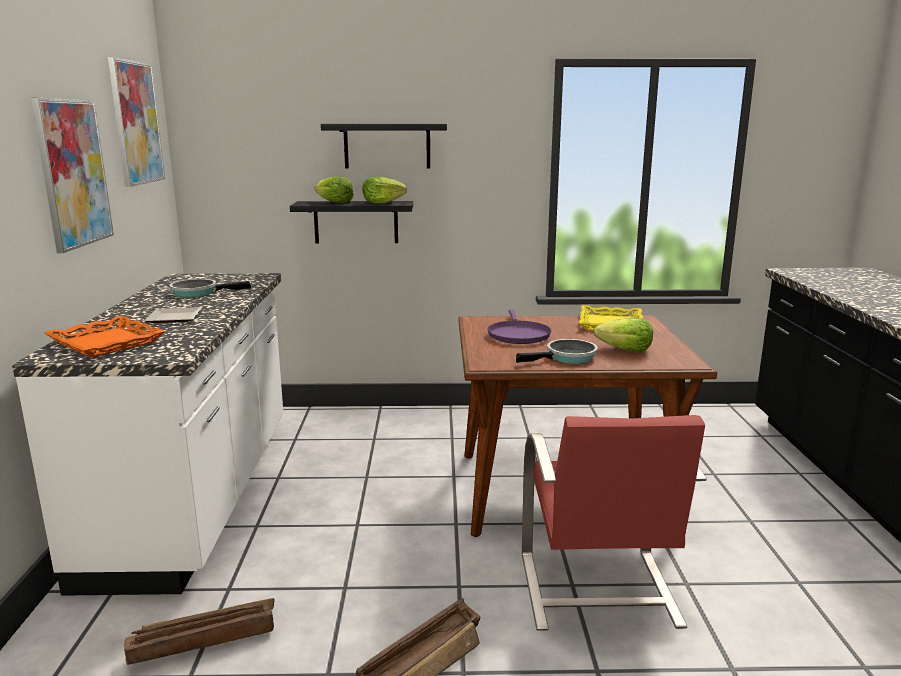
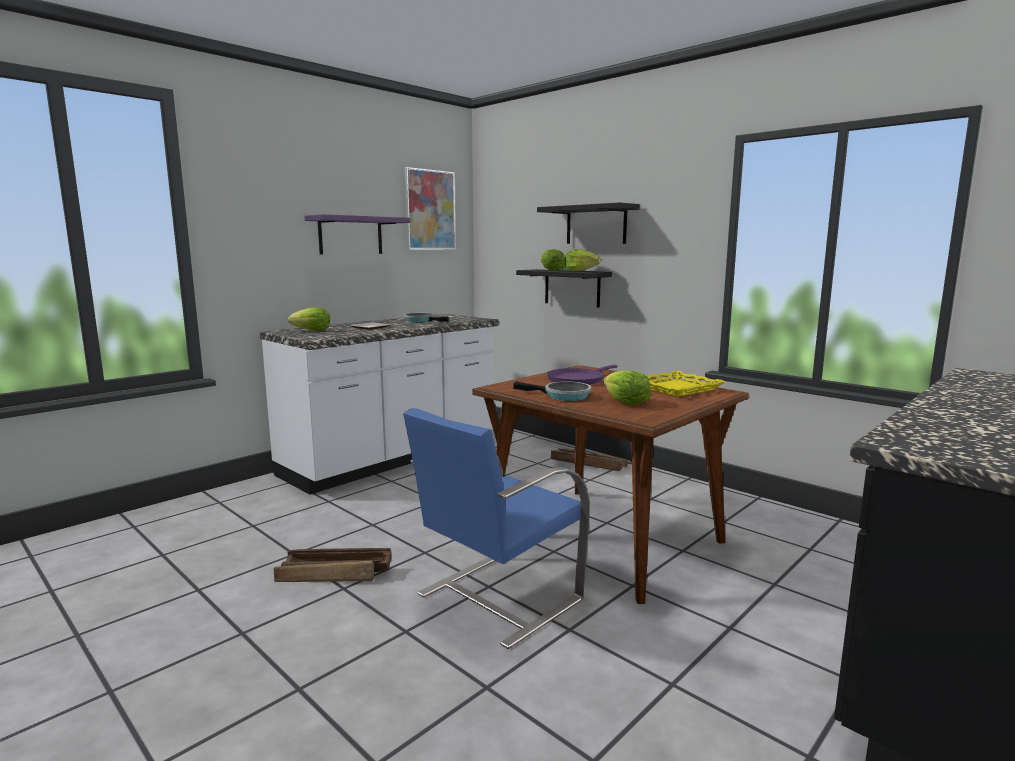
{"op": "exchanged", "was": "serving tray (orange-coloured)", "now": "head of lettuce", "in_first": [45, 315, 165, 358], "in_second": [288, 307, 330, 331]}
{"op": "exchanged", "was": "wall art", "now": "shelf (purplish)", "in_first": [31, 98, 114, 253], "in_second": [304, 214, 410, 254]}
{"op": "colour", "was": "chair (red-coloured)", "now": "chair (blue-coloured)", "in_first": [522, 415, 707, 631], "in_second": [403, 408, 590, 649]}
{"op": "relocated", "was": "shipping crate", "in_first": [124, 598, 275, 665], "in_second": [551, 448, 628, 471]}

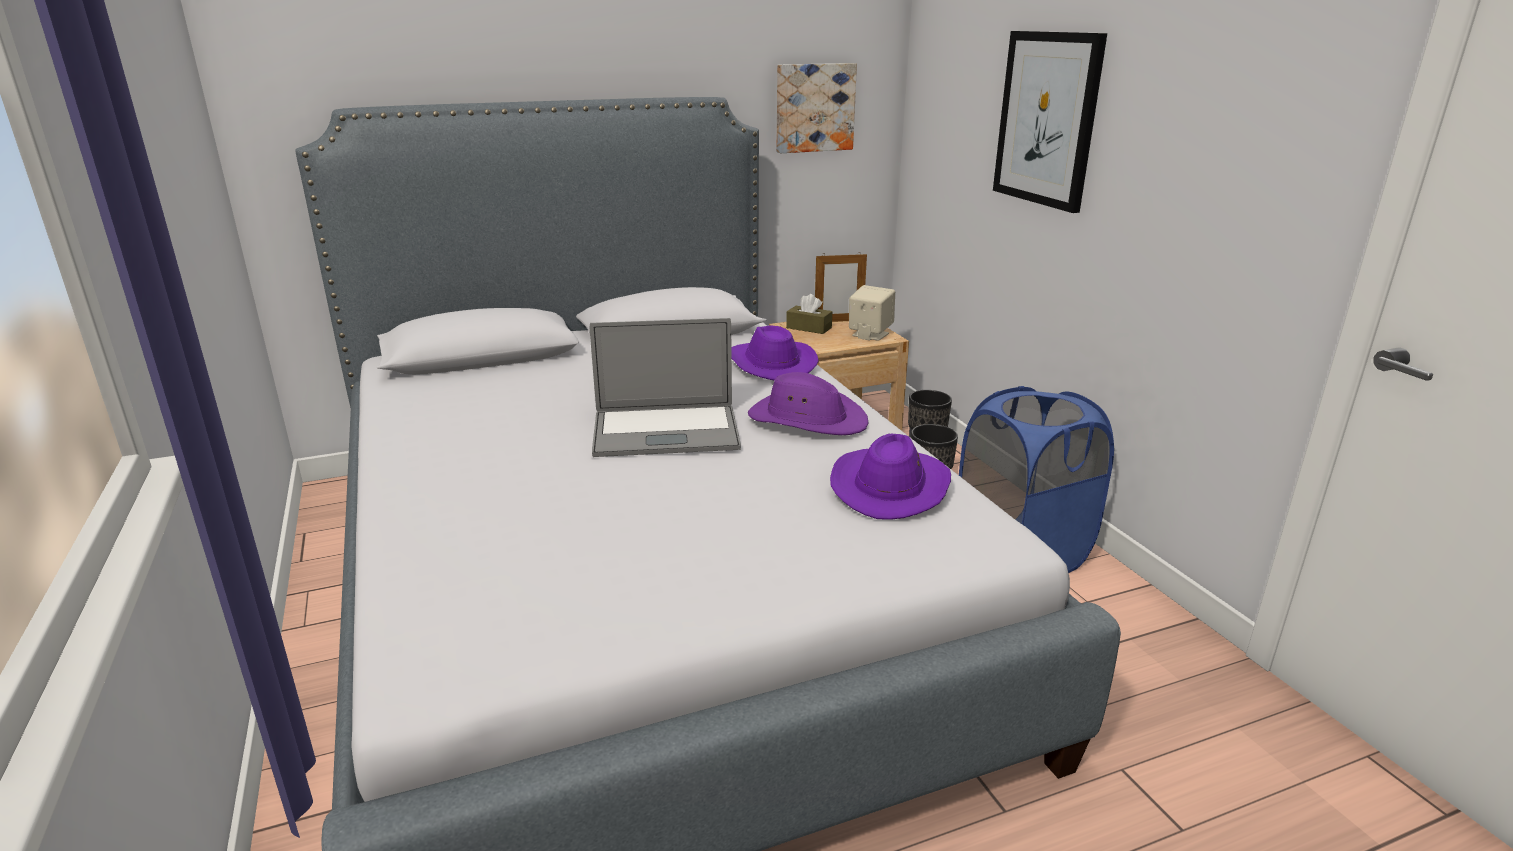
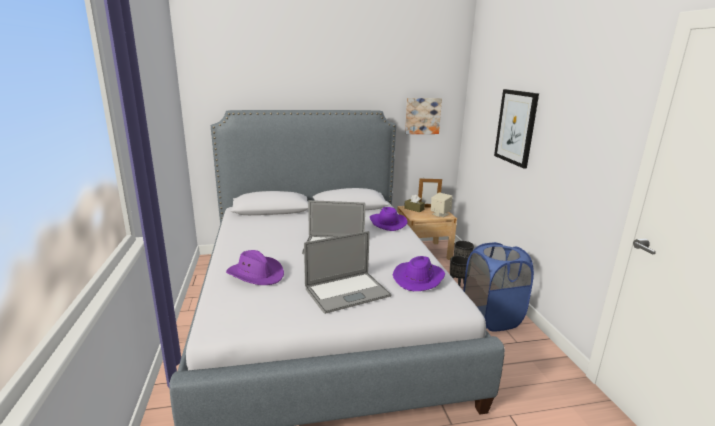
{"op": "relocated", "was": "hat (purplish)", "in_first": [748, 372, 868, 435], "in_second": [226, 250, 284, 285]}
{"op": "appeared", "now": "laptop", "in_second": [304, 231, 391, 314]}

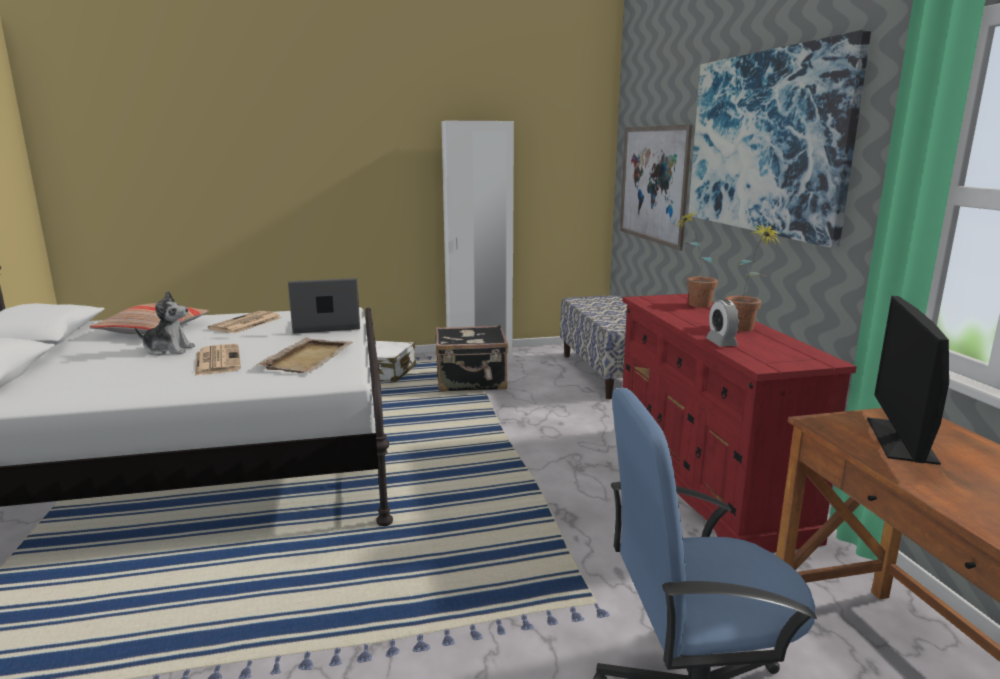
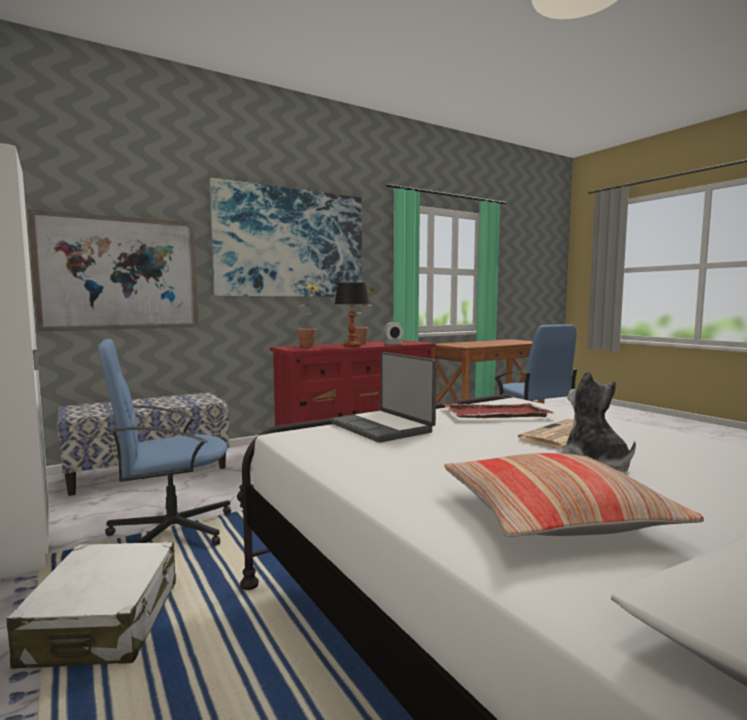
{"op": "exchanged", "was": "piece of luggage (black)", "now": "computer chair (blue-coloured)", "in_first": [436, 325, 508, 392], "in_second": [98, 339, 231, 546]}
{"op": "appeared", "now": "lamp for a table", "in_second": [335, 282, 369, 347]}
{"op": "colour", "was": "serving tray (beige-coloured)", "now": "serving tray (red-coloured)", "in_first": [256, 338, 353, 373], "in_second": [442, 403, 554, 418]}
{"op": "missing", "was": "newspaper", "in_first": [208, 311, 282, 333]}
{"op": "missing", "was": "monitor", "in_first": [867, 296, 949, 465]}

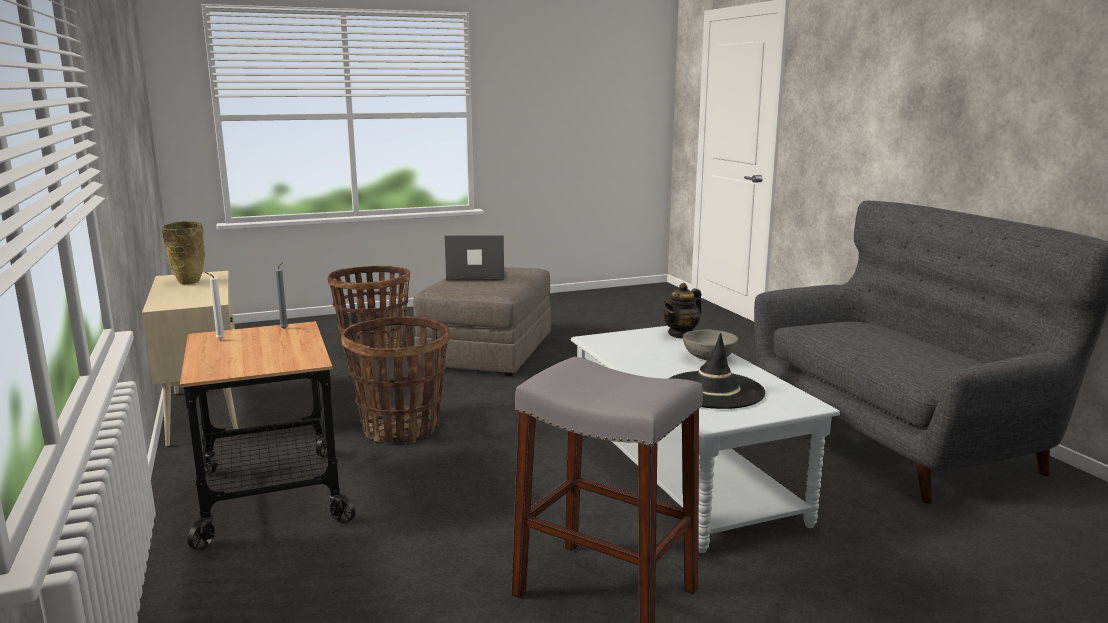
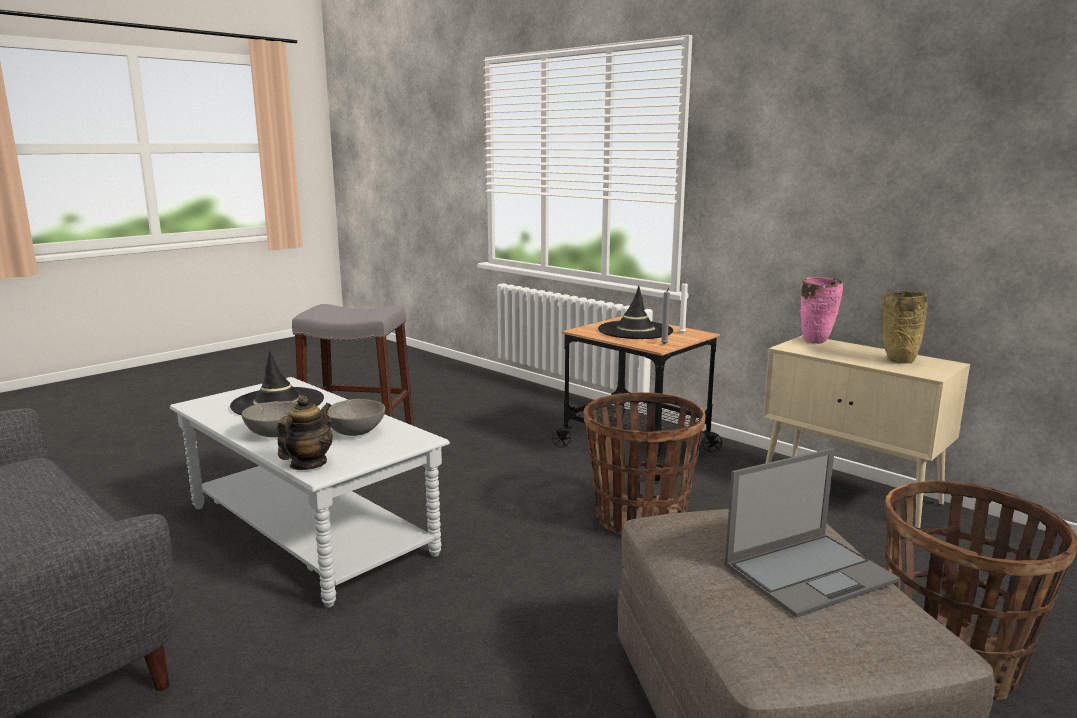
{"op": "appeared", "now": "serving bowl (grey)", "in_second": [327, 399, 385, 436]}
{"op": "appeared", "now": "hat (black)", "in_second": [598, 286, 673, 339]}
{"op": "appeared", "now": "flower vase (pink-coloured)", "in_second": [800, 276, 843, 344]}

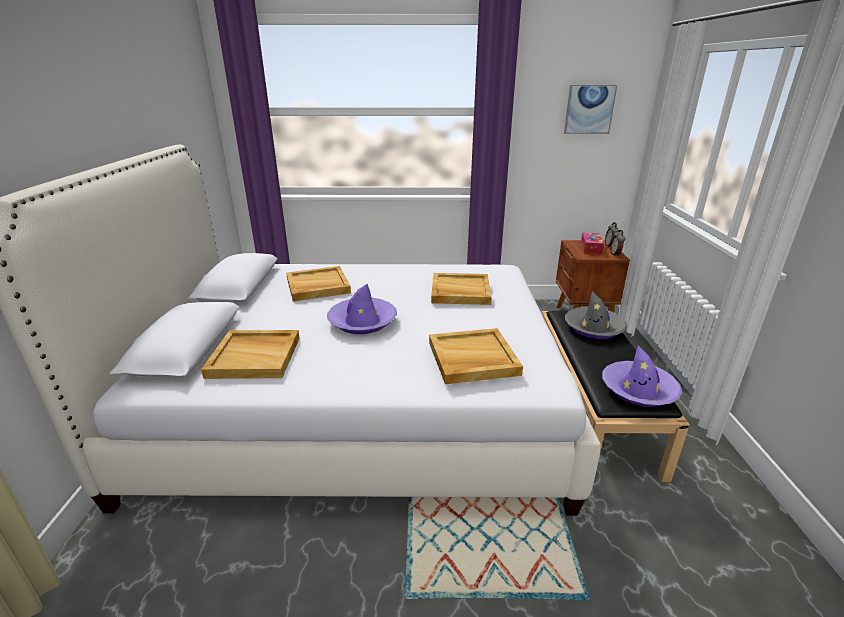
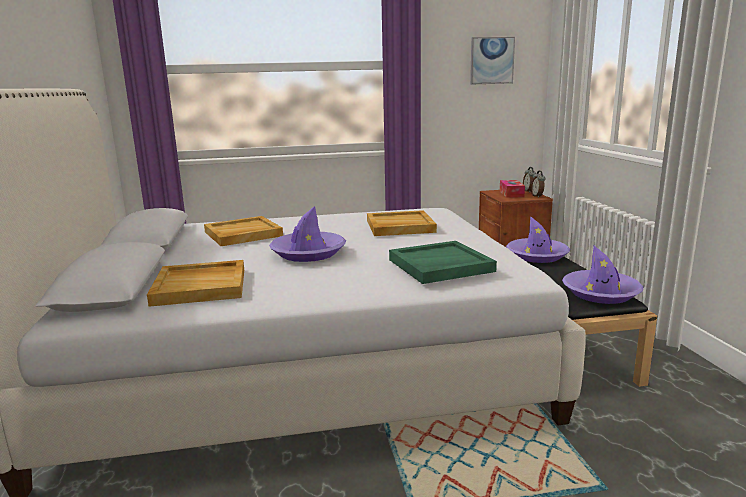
{"op": "colour", "was": "serving tray (beige-coloured)", "now": "serving tray (green-coloured)", "in_first": [429, 328, 523, 384], "in_second": [389, 241, 497, 284]}
{"op": "colour", "was": "hat (grey)", "now": "hat (purplish)", "in_first": [565, 291, 627, 339], "in_second": [506, 216, 570, 263]}

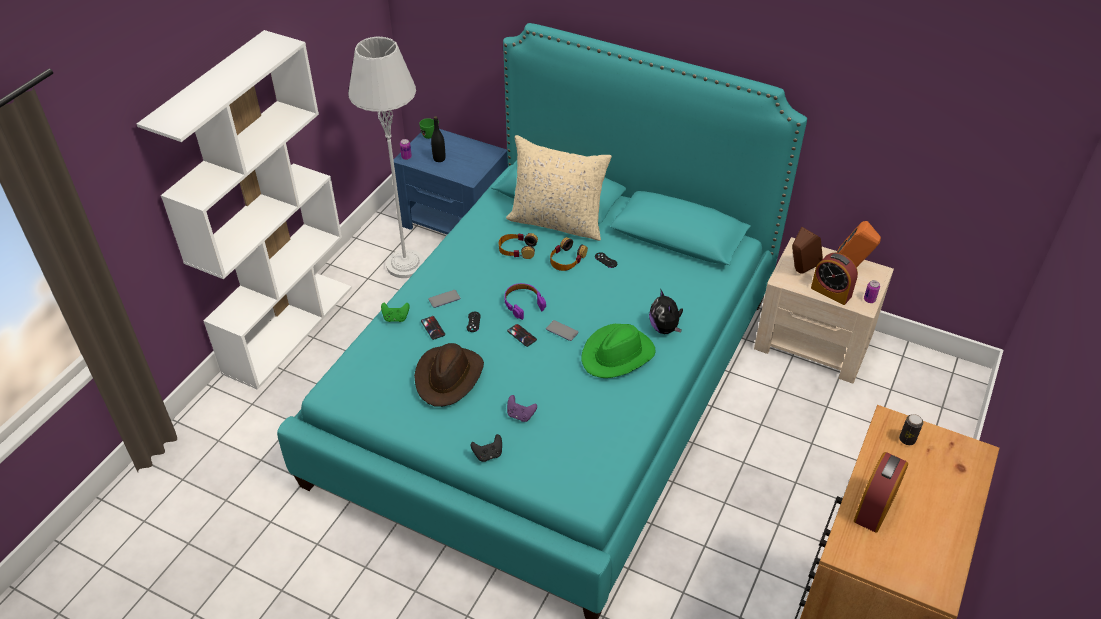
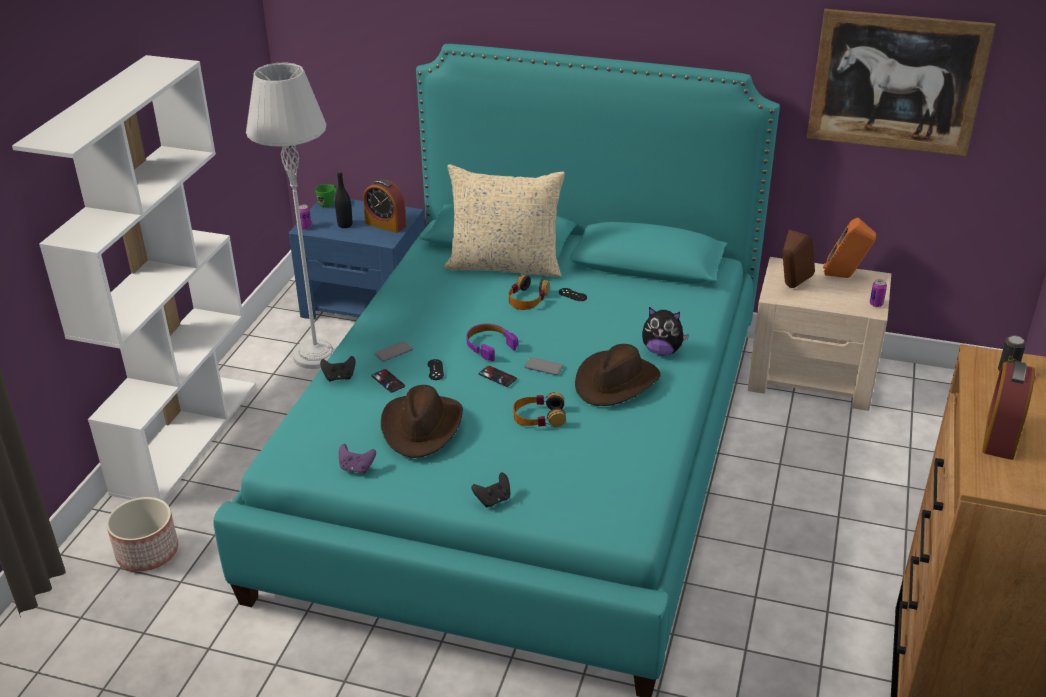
{"op": "appeared", "now": "plant pot", "in_second": [106, 497, 178, 571]}
{"op": "colour", "was": "gamepad (green-coloured)", "now": "gamepad (black)", "in_first": [381, 302, 410, 322], "in_second": [320, 356, 355, 382]}
{"op": "relocated", "was": "gamepad (purplish)", "in_first": [507, 395, 537, 422], "in_second": [339, 444, 376, 474]}
{"op": "relocated", "was": "table clock", "in_first": [811, 253, 858, 305], "in_second": [363, 179, 406, 233]}
{"op": "relocated", "was": "headphones", "in_first": [499, 233, 538, 259], "in_second": [513, 392, 566, 427]}
{"op": "colour", "was": "hat (green-coloured)", "now": "hat (brown-coloured)", "in_first": [581, 324, 656, 378], "in_second": [575, 344, 660, 406]}
{"op": "spun", "was": "cuddly toy", "in_first": [649, 288, 683, 334], "in_second": [642, 307, 689, 355], "clockwise": -45}
{"op": "appeared", "now": "wall art", "in_second": [807, 9, 996, 156]}

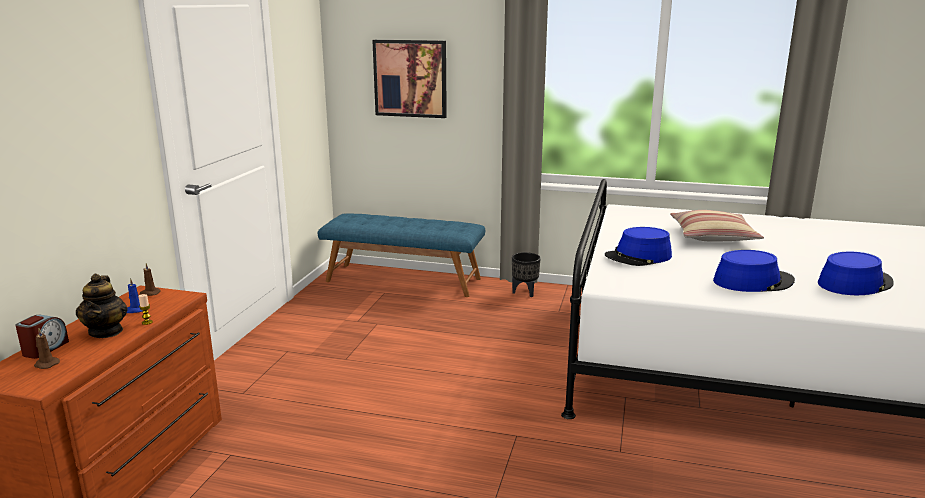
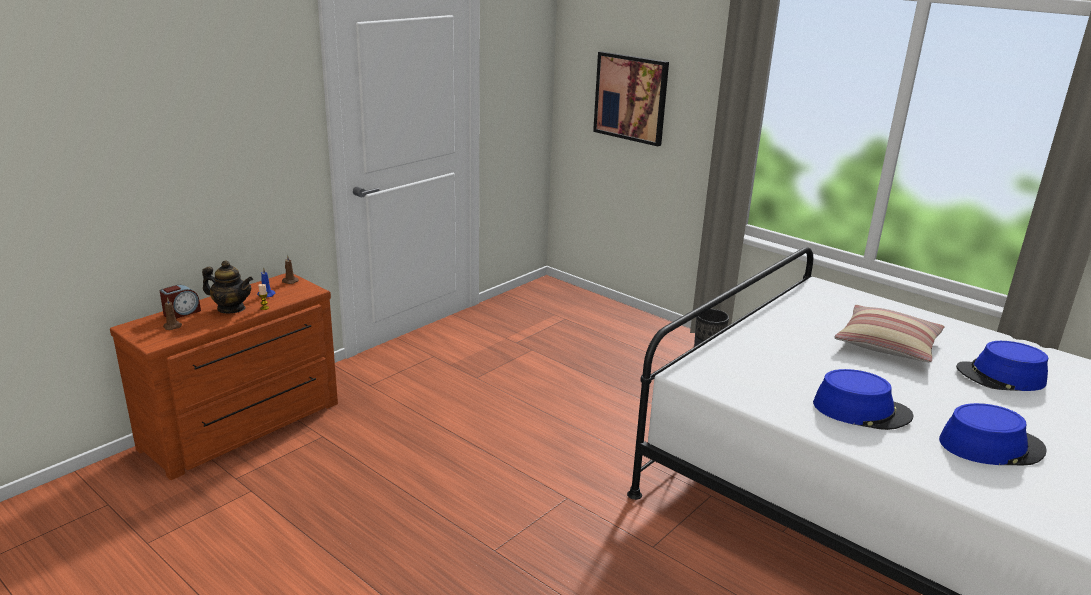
{"op": "spun", "was": "pot for tea", "in_first": [76, 274, 128, 338], "in_second": [202, 260, 253, 313], "clockwise": -90}
{"op": "relocated", "was": "hat (blue-coloured)", "in_first": [605, 227, 672, 266], "in_second": [956, 341, 1048, 391]}
{"op": "missing", "was": "bench (blue-coloured)", "in_first": [318, 213, 485, 297]}

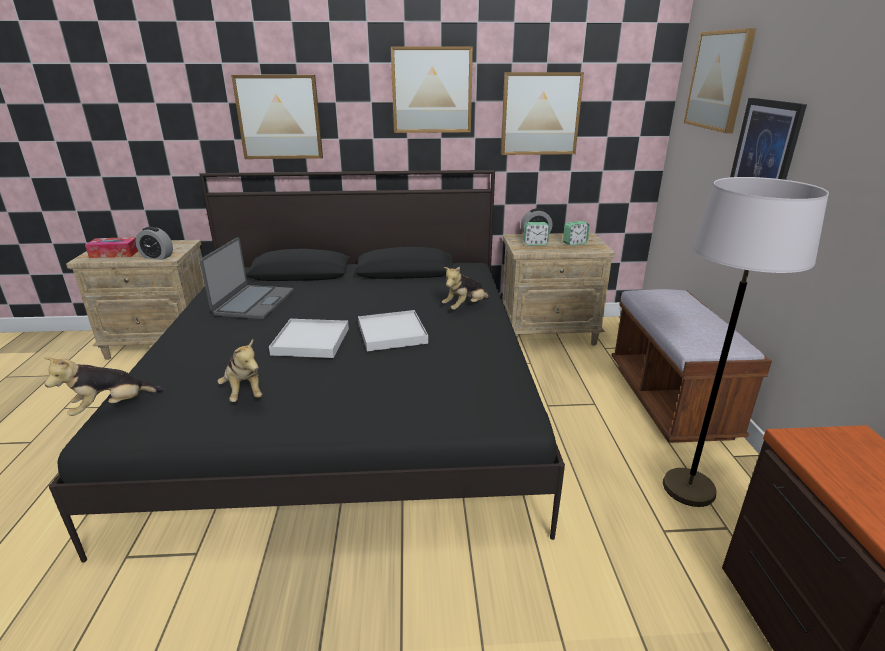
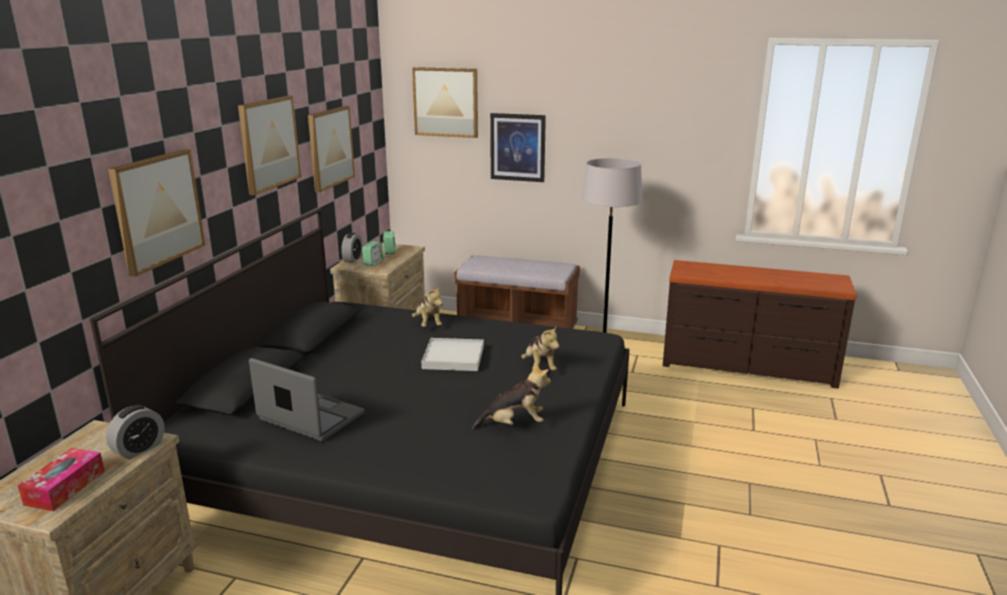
{"op": "relocated", "was": "cuddly toy", "in_first": [44, 357, 165, 416], "in_second": [522, 325, 560, 371]}
{"op": "missing", "was": "serving tray (white-coloured)", "in_first": [269, 319, 349, 358]}

